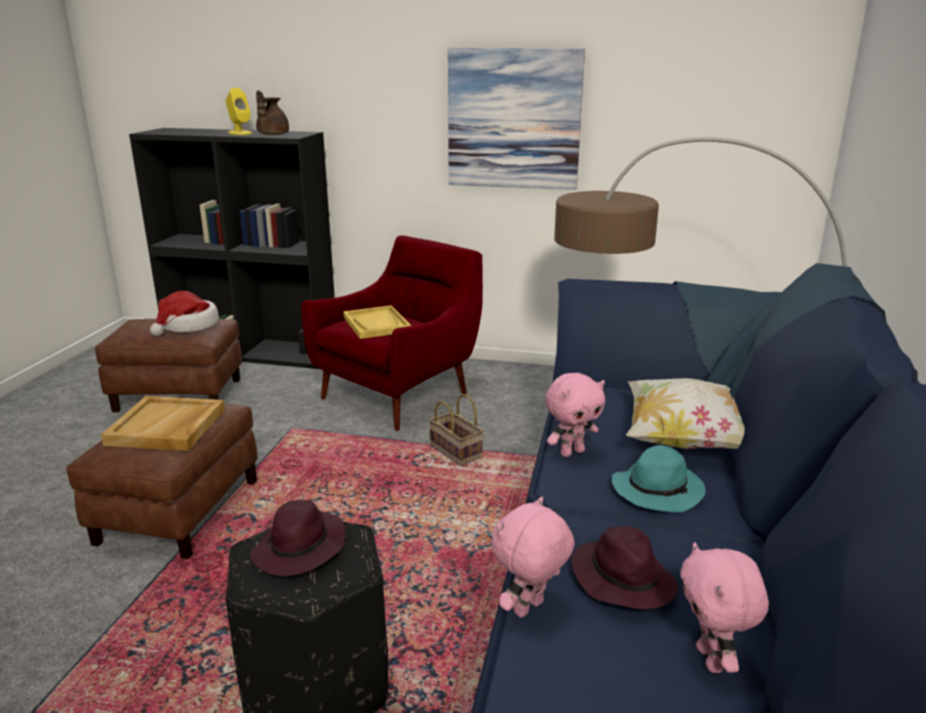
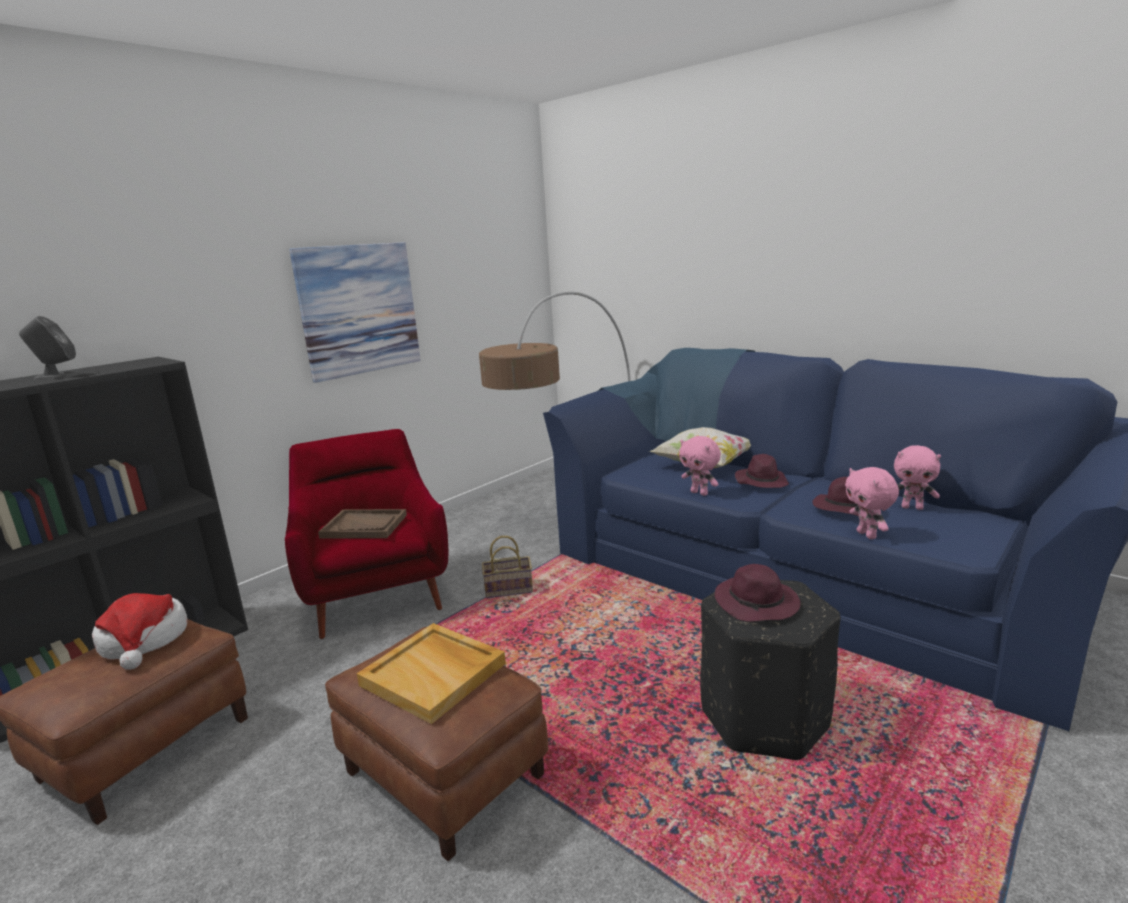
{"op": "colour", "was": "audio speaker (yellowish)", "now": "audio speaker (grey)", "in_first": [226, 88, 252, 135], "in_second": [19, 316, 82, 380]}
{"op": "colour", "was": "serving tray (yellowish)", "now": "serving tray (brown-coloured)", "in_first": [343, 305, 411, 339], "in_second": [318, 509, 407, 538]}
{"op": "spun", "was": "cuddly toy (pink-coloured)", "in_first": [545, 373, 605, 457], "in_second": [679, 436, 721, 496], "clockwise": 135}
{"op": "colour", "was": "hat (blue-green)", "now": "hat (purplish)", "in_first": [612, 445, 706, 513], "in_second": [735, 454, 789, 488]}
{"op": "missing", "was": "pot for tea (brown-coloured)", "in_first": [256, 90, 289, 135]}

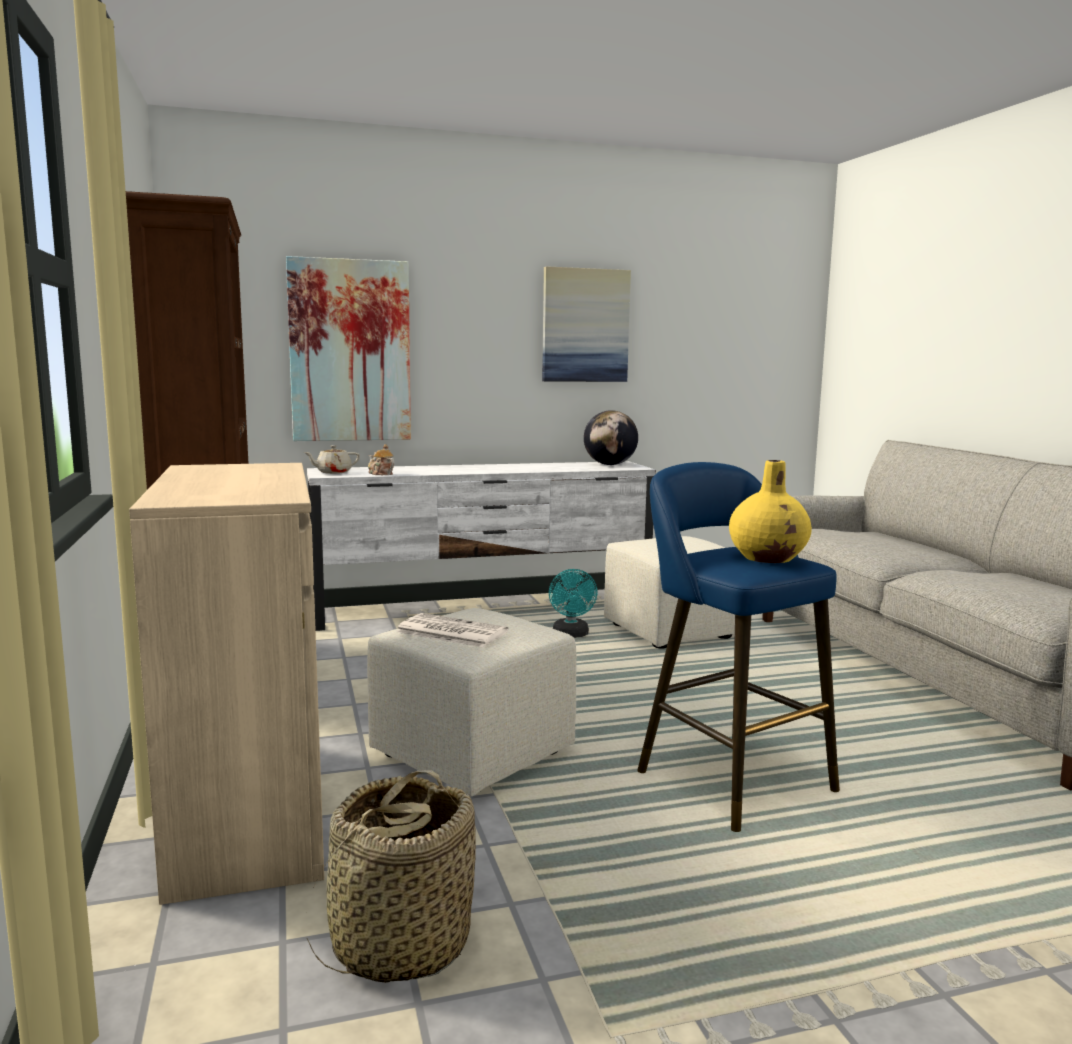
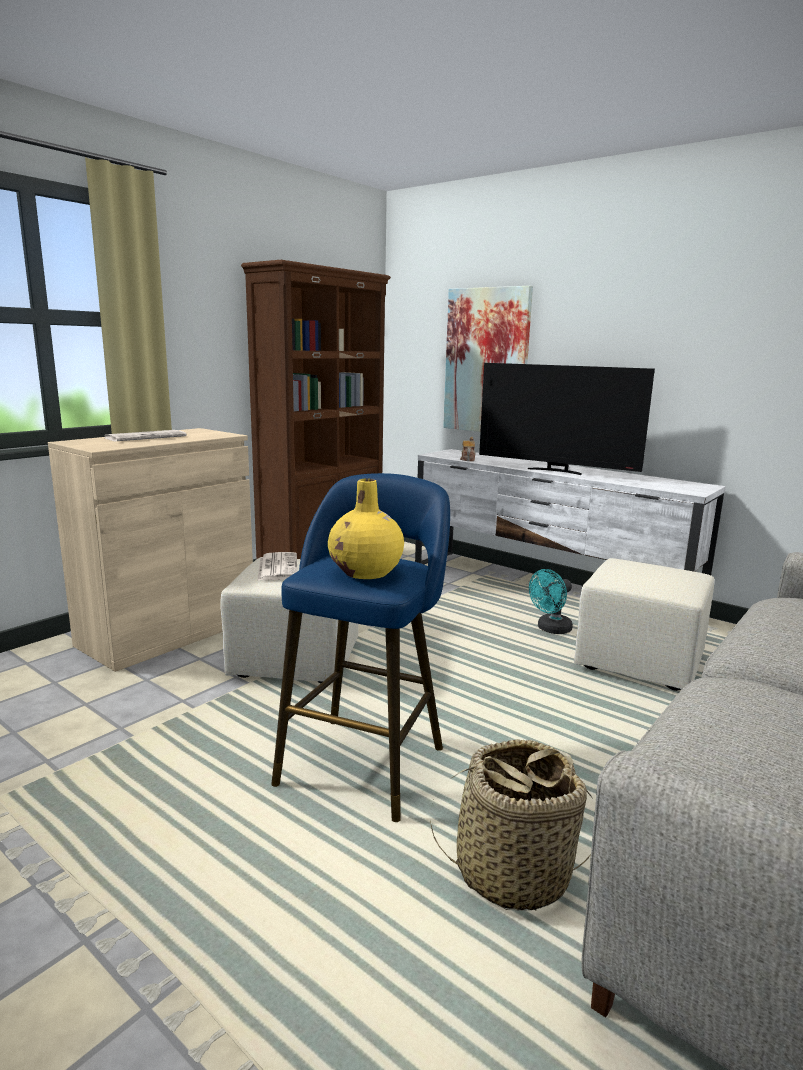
{"op": "appeared", "now": "newspaper", "in_second": [105, 430, 187, 442]}
{"op": "relocated", "was": "storage basket", "in_first": [307, 770, 476, 983], "in_second": [430, 739, 593, 911]}
{"op": "appeared", "now": "television", "in_second": [479, 363, 655, 475]}
{"op": "missing", "was": "pot for tea (beige-coloured)", "in_first": [304, 445, 360, 474]}
{"op": "missing", "was": "wall art", "in_first": [542, 266, 631, 382]}
{"op": "missing", "was": "globe", "in_first": [584, 410, 638, 465]}

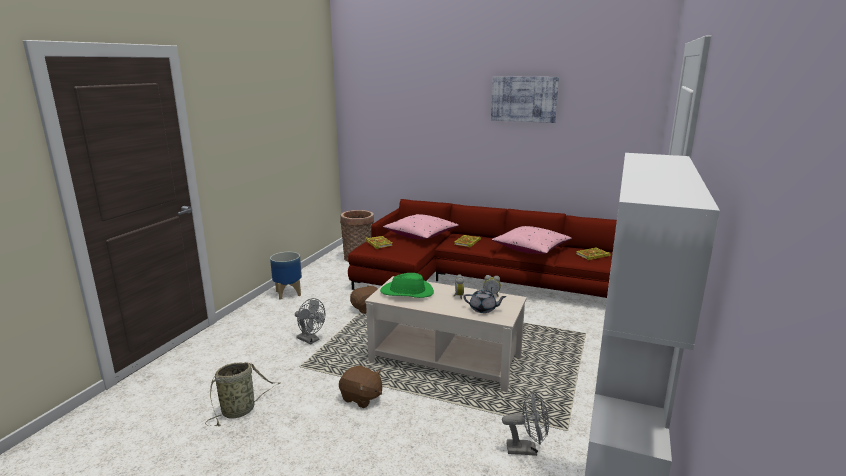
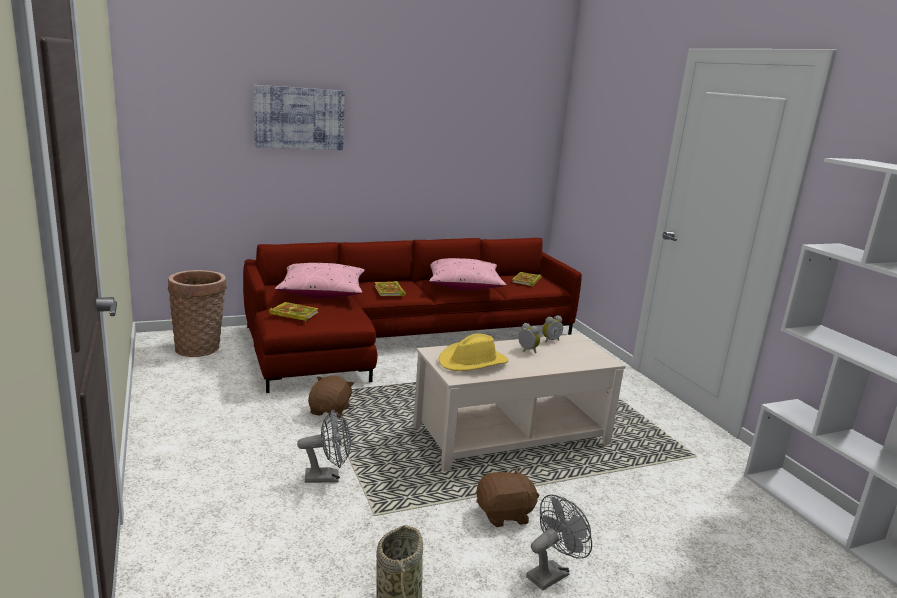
{"op": "relocated", "was": "wall art", "in_first": [491, 76, 559, 123], "in_second": [254, 85, 345, 150]}
{"op": "colour", "was": "hat (green-coloured)", "now": "hat (yellowish)", "in_first": [380, 273, 434, 298], "in_second": [438, 333, 508, 371]}
{"op": "relocated", "was": "electric fan (grey)", "in_first": [502, 391, 549, 456], "in_second": [526, 495, 592, 590]}
{"op": "missing", "was": "plant pot", "in_first": [270, 252, 302, 300]}
{"op": "missing", "was": "pot for tea (grey)", "in_first": [463, 289, 507, 313]}

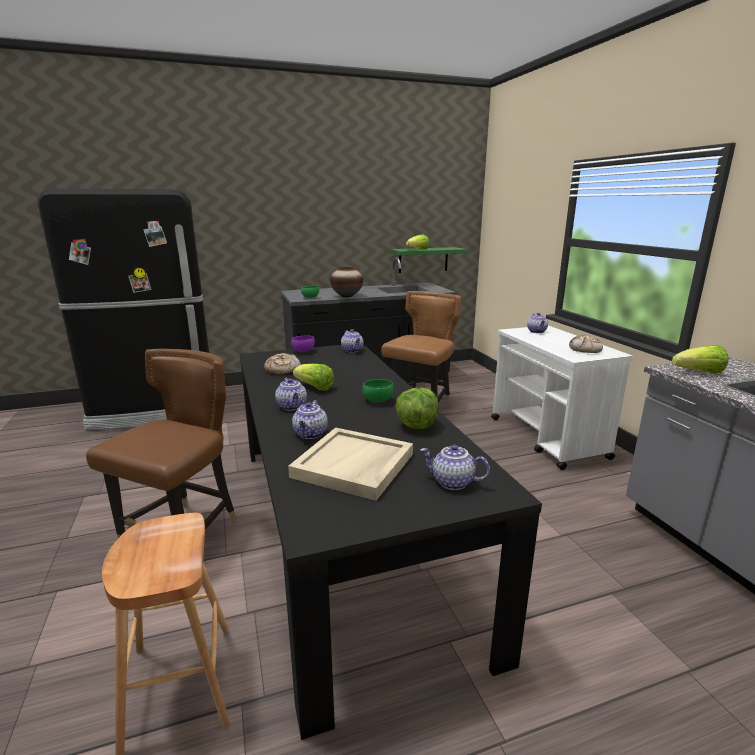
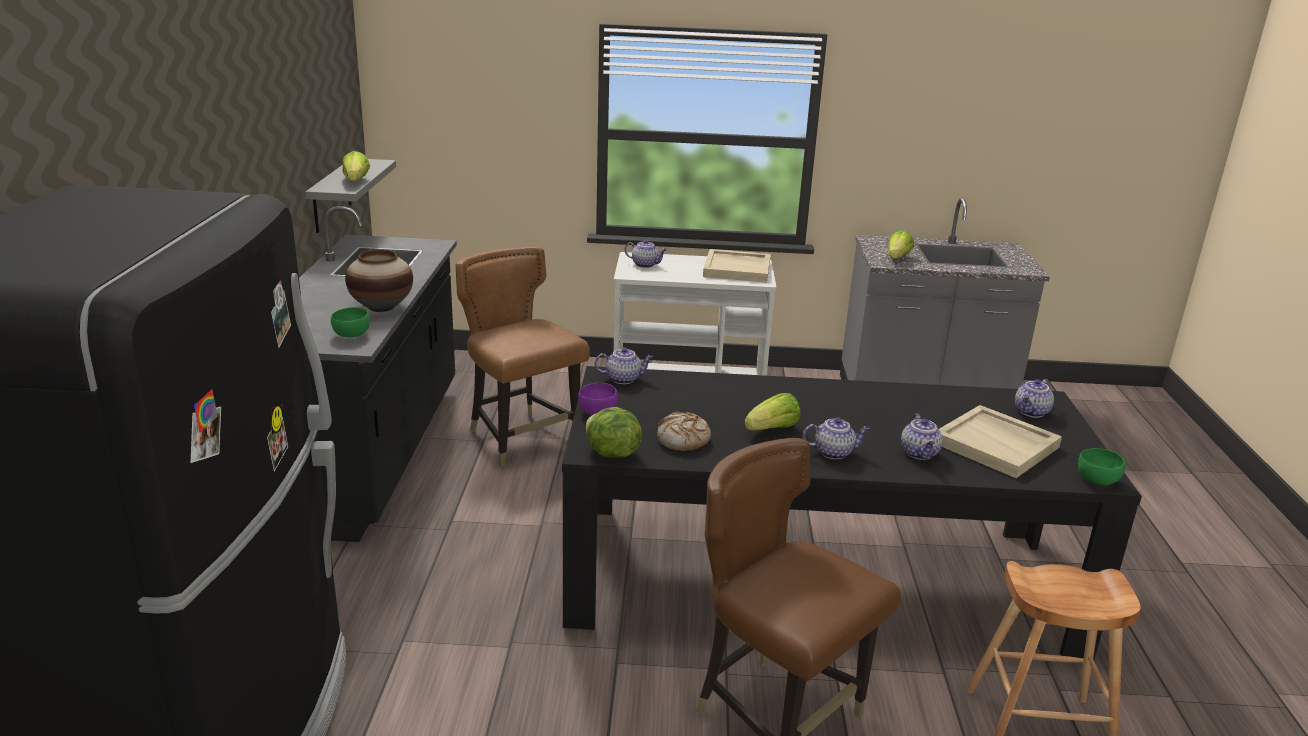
{"op": "colour", "was": "shelf (green-coloured)", "now": "shelf (grey)", "in_first": [391, 247, 467, 273], "in_second": [305, 159, 396, 233]}
{"op": "relocated", "was": "head of lettuce", "in_first": [395, 388, 438, 429], "in_second": [586, 407, 642, 458]}
{"op": "exchanged", "was": "bread", "now": "serving tray (beige-coloured)", "in_first": [569, 335, 603, 353], "in_second": [703, 249, 771, 283]}
{"op": "spun", "was": "pot for tea", "in_first": [292, 400, 328, 439], "in_second": [901, 414, 943, 460], "clockwise": 60}
{"op": "relocated", "was": "serving bowl (green-coloured)", "in_first": [362, 379, 393, 403], "in_second": [1078, 448, 1125, 485]}

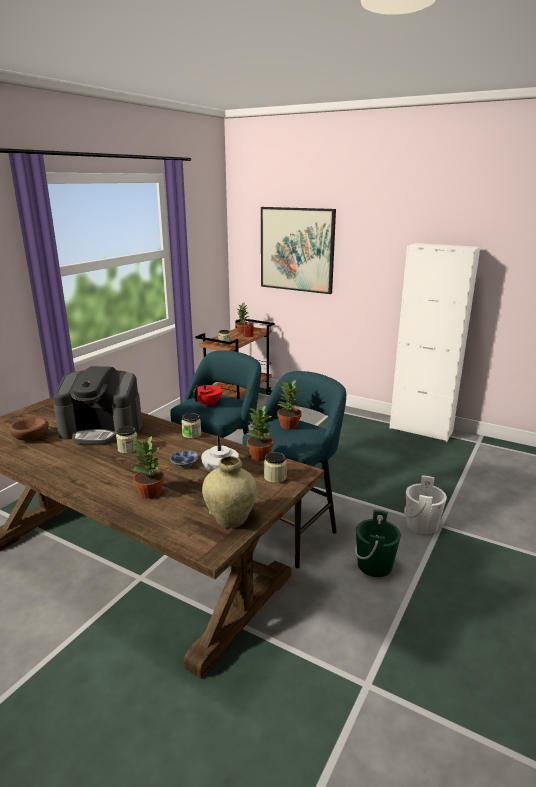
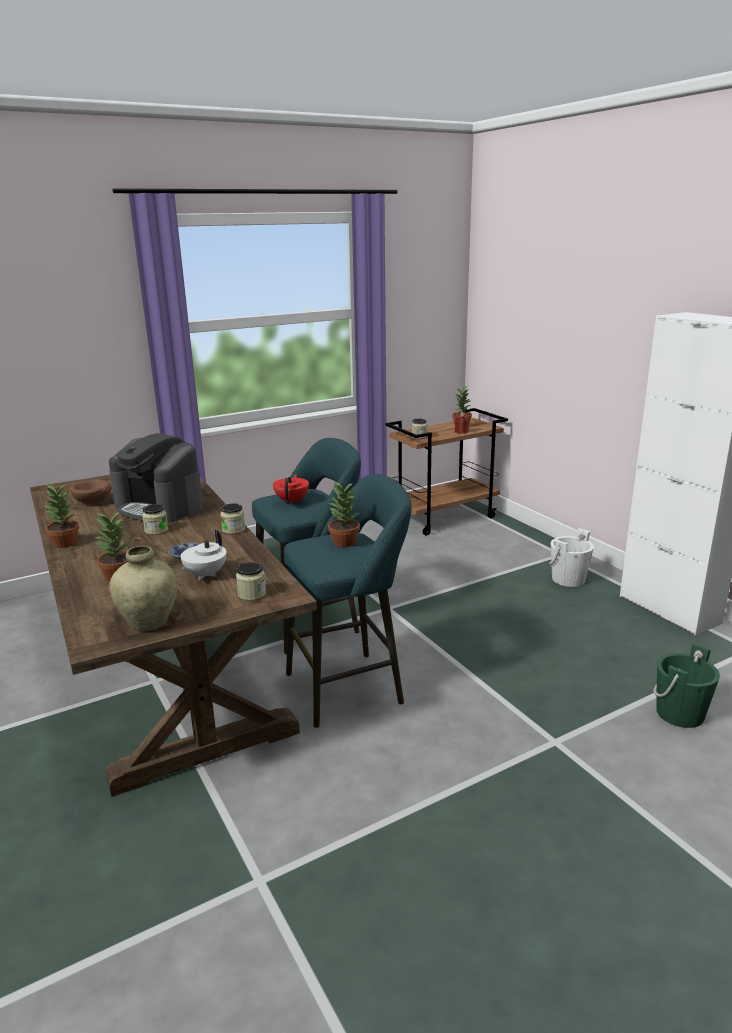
{"op": "relocated", "was": "plant in a pot", "in_first": [246, 405, 273, 460], "in_second": [43, 484, 79, 548]}
{"op": "spun", "was": "pot for tea (red-coloured)", "in_first": [193, 384, 222, 406], "in_second": [273, 474, 309, 505], "clockwise": -60}
{"op": "relocated", "was": "water bucket (white-coloured)", "in_first": [404, 476, 447, 534], "in_second": [549, 528, 594, 587]}
{"op": "relocated", "was": "water bucket (green-coloured)", "in_first": [355, 510, 401, 577], "in_second": [653, 643, 720, 728]}
{"op": "missing", "was": "wall art", "in_first": [261, 207, 336, 294]}

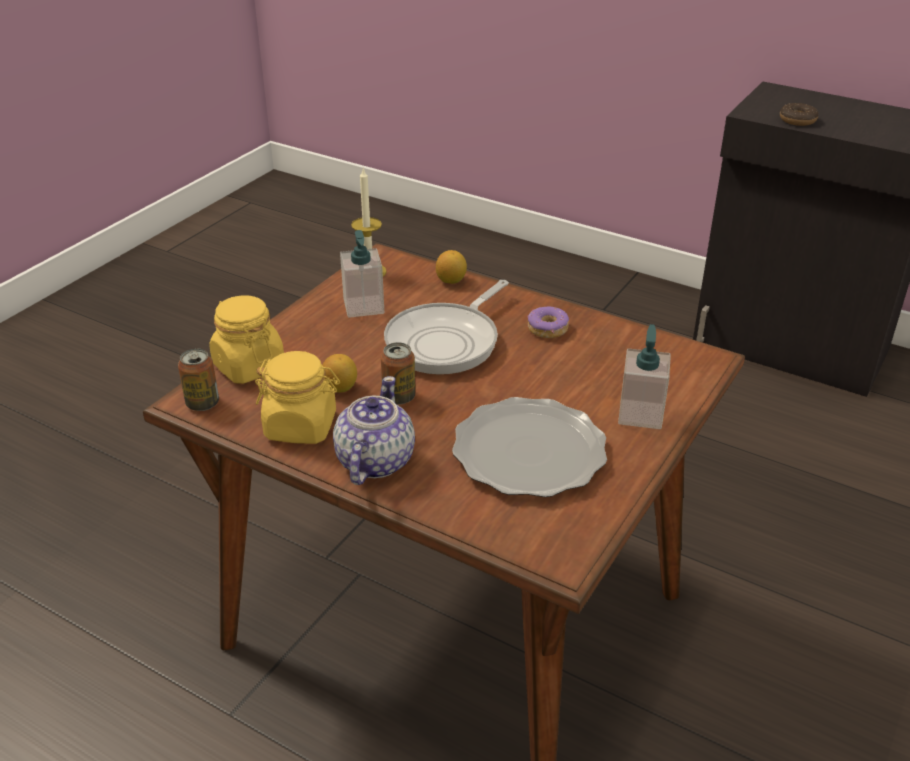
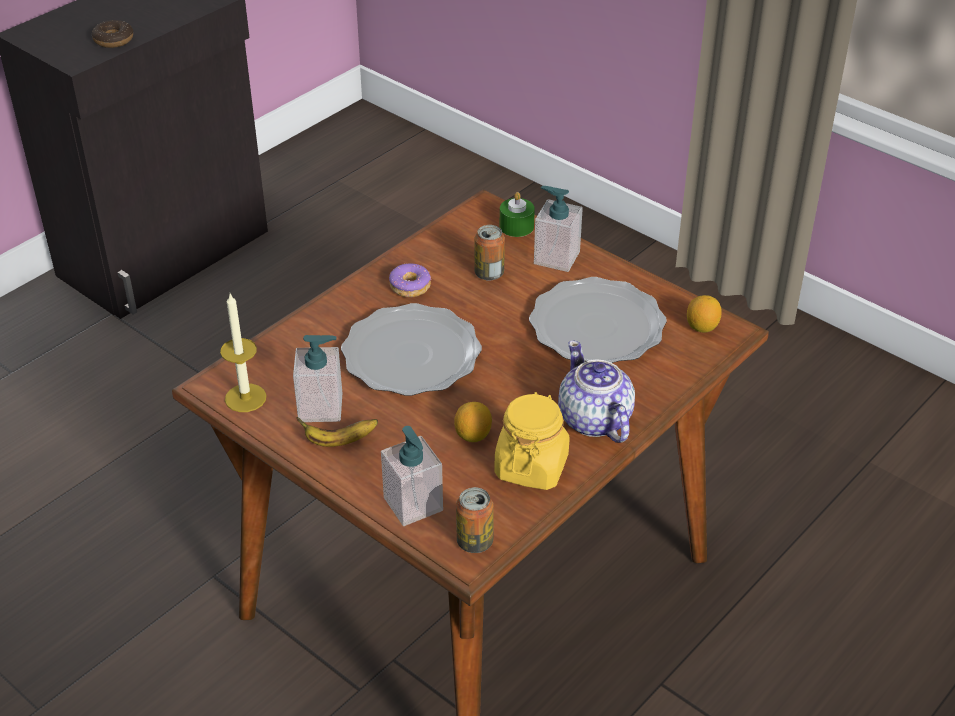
{"op": "appeared", "now": "whole banana", "in_second": [296, 417, 378, 447]}
{"op": "exchanged", "was": "skillet", "now": "dinner plate", "in_first": [384, 280, 509, 375], "in_second": [341, 303, 482, 396]}
{"op": "exchanged", "was": "storage jar (yellowish)", "now": "soap bottle", "in_first": [209, 295, 284, 384], "in_second": [381, 426, 443, 526]}
{"op": "relocated", "was": "can", "in_first": [381, 342, 415, 405], "in_second": [474, 225, 505, 281]}
{"op": "appeared", "now": "wax candle (green-coloured)", "in_second": [500, 192, 535, 237]}
{"op": "spun", "was": "pot for tea", "in_first": [333, 376, 415, 485], "in_second": [558, 341, 635, 443], "clockwise": 45}
{"op": "relocated", "was": "lemon", "in_first": [436, 250, 467, 284], "in_second": [687, 295, 722, 333]}

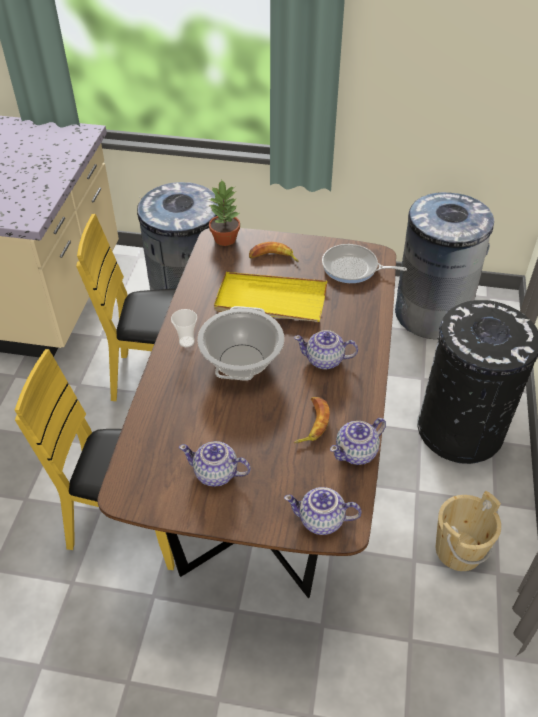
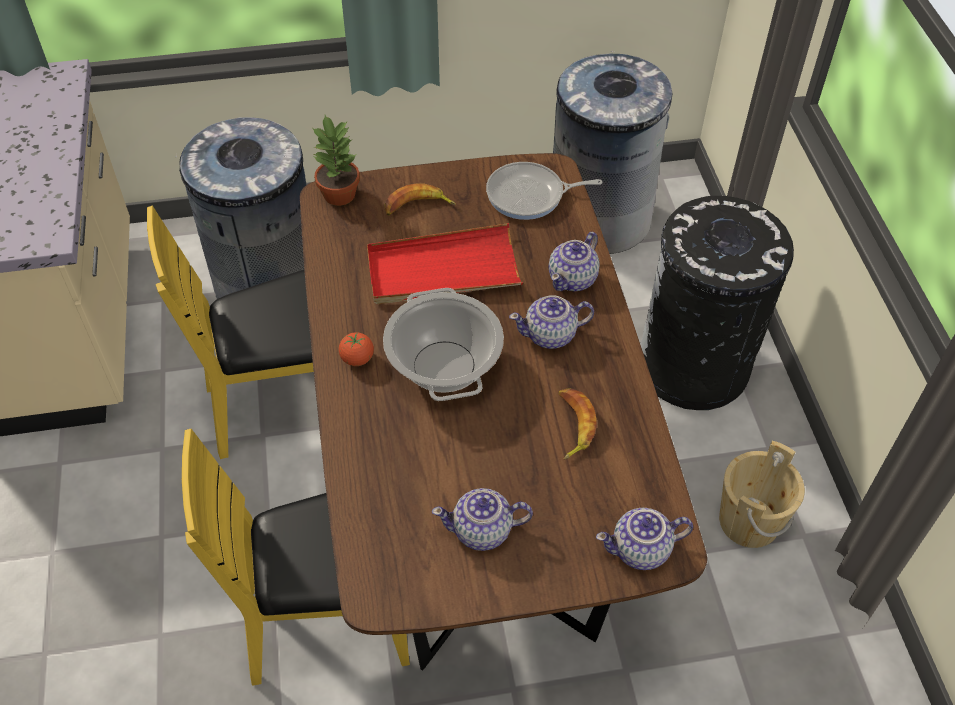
{"op": "exchanged", "was": "drinking cup", "now": "fresh tomato", "in_first": [171, 309, 197, 347], "in_second": [339, 332, 374, 366]}
{"op": "colour", "was": "serving tray (yellowish)", "now": "serving tray (red-coloured)", "in_first": [214, 272, 327, 322], "in_second": [367, 223, 523, 304]}
{"op": "relocated", "was": "pot for tea", "in_first": [330, 418, 386, 465], "in_second": [548, 232, 600, 292]}

